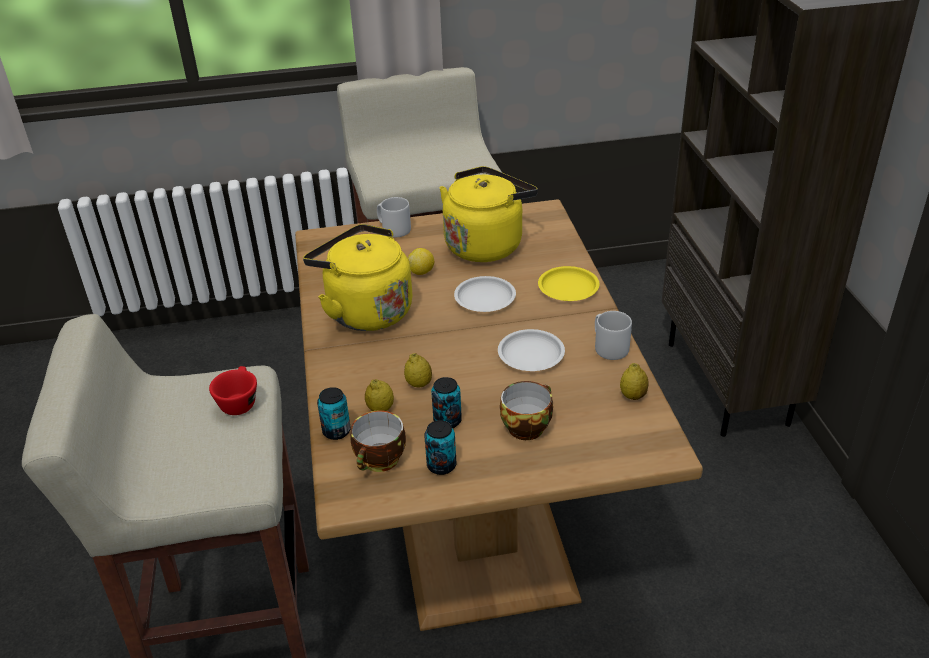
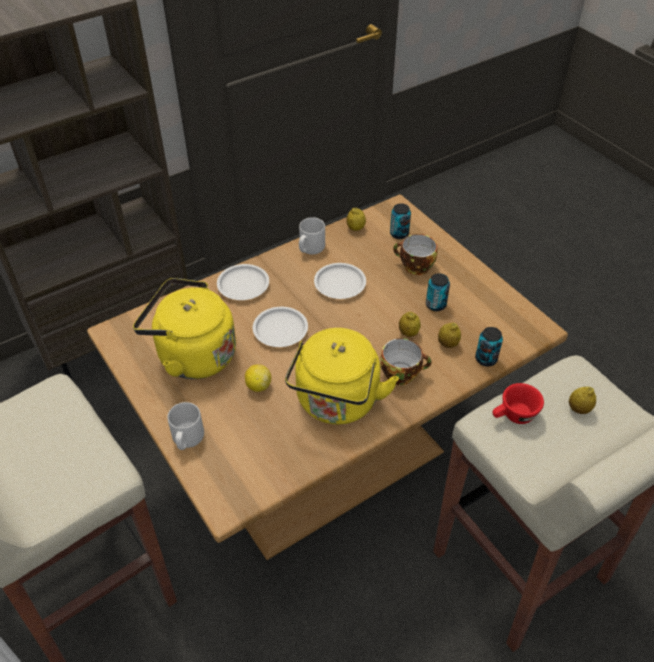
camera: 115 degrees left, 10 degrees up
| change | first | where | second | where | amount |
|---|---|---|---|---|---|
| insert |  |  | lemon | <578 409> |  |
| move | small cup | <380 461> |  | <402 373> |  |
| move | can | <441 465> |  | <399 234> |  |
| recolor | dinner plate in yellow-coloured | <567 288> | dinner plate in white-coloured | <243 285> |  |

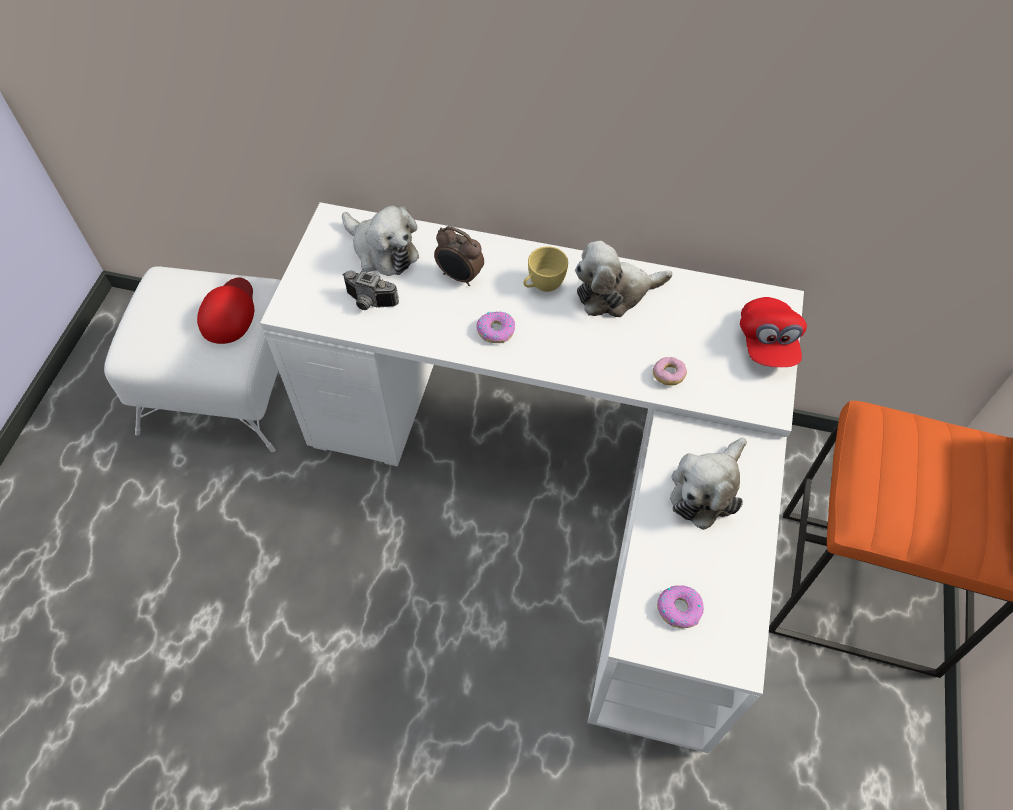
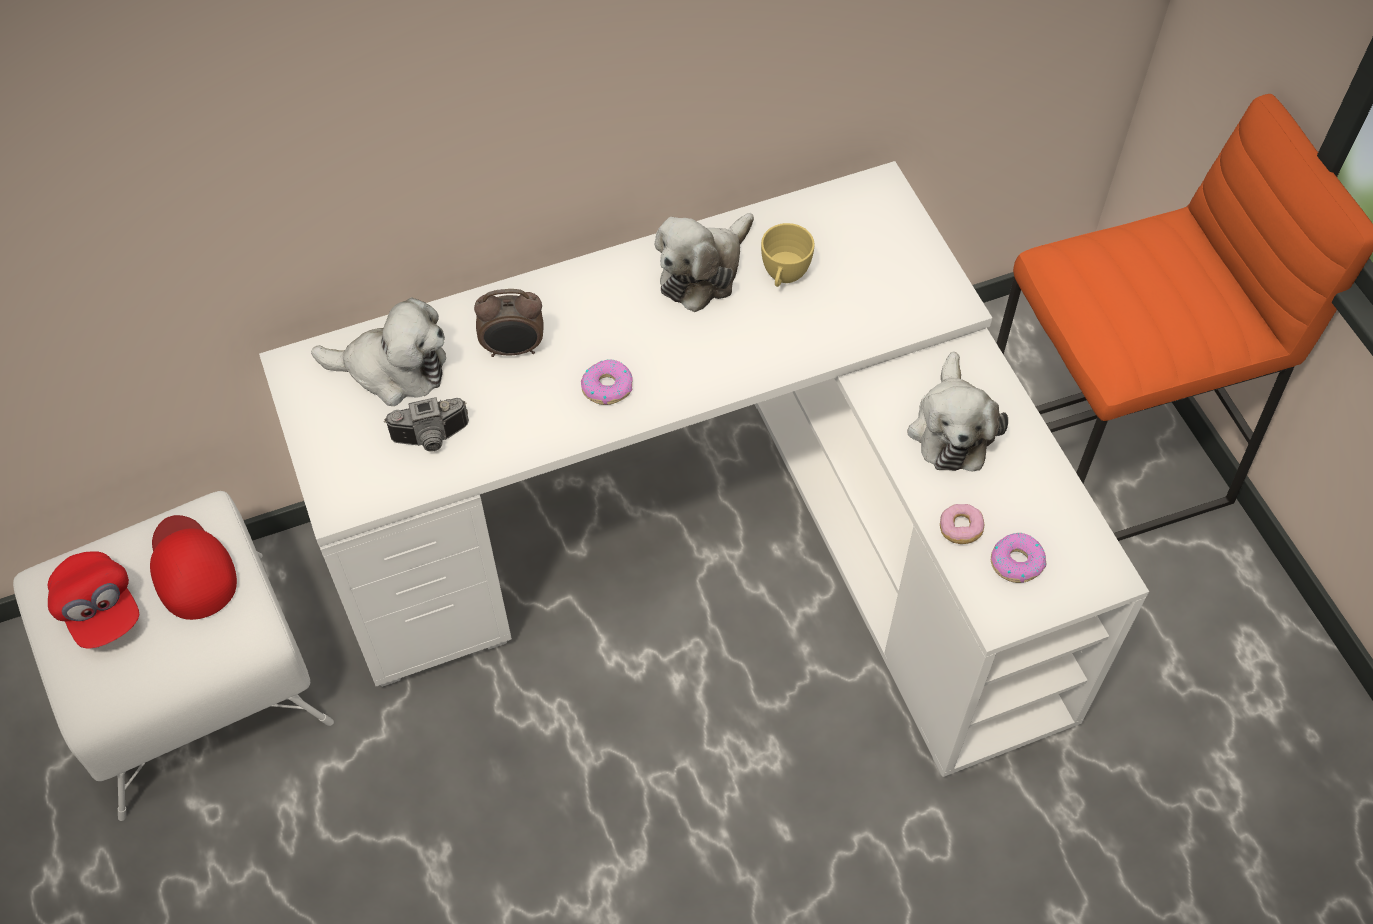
camera: 35 degrees left, 0 degrees up
| change | first | where | second | where | amount |
|---|---|---|---|---|---|
| move | small cup in yellow-coloured | <542 285> |  | <783 277> |  |
| move | ring doughnut | <668 375> |  | <960 529> |  |
| move | cap in red | <767 343> |  | <100 609> |  |

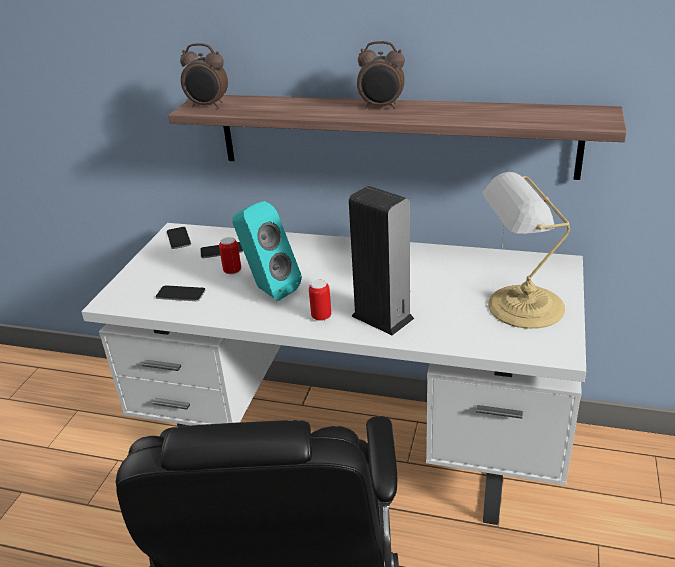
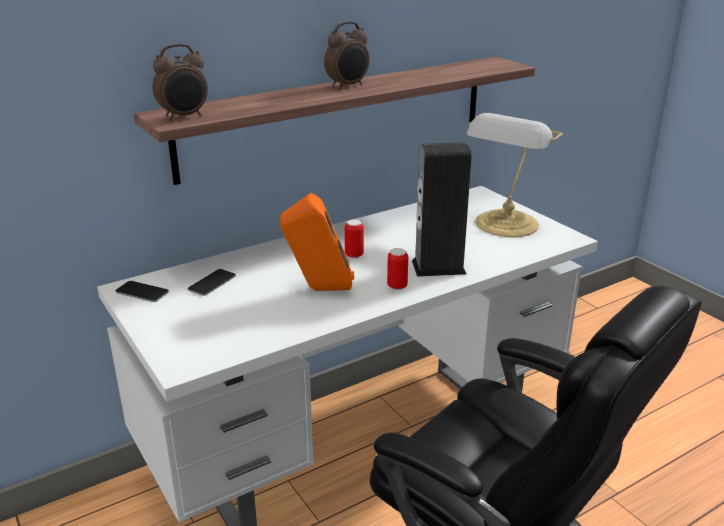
camera: 50 degrees left, 5 degrees down
| change | first | where | second | where | amount |
|---|---|---|---|---|---|
| delete | telephone | <180 294> |  |  |  |
| move | can | <232 271> |  | <354 255> |  |
| recolor | audio speaker in blue-green | <268 290> | audio speaker in orange-coloured | <318 290> |  |

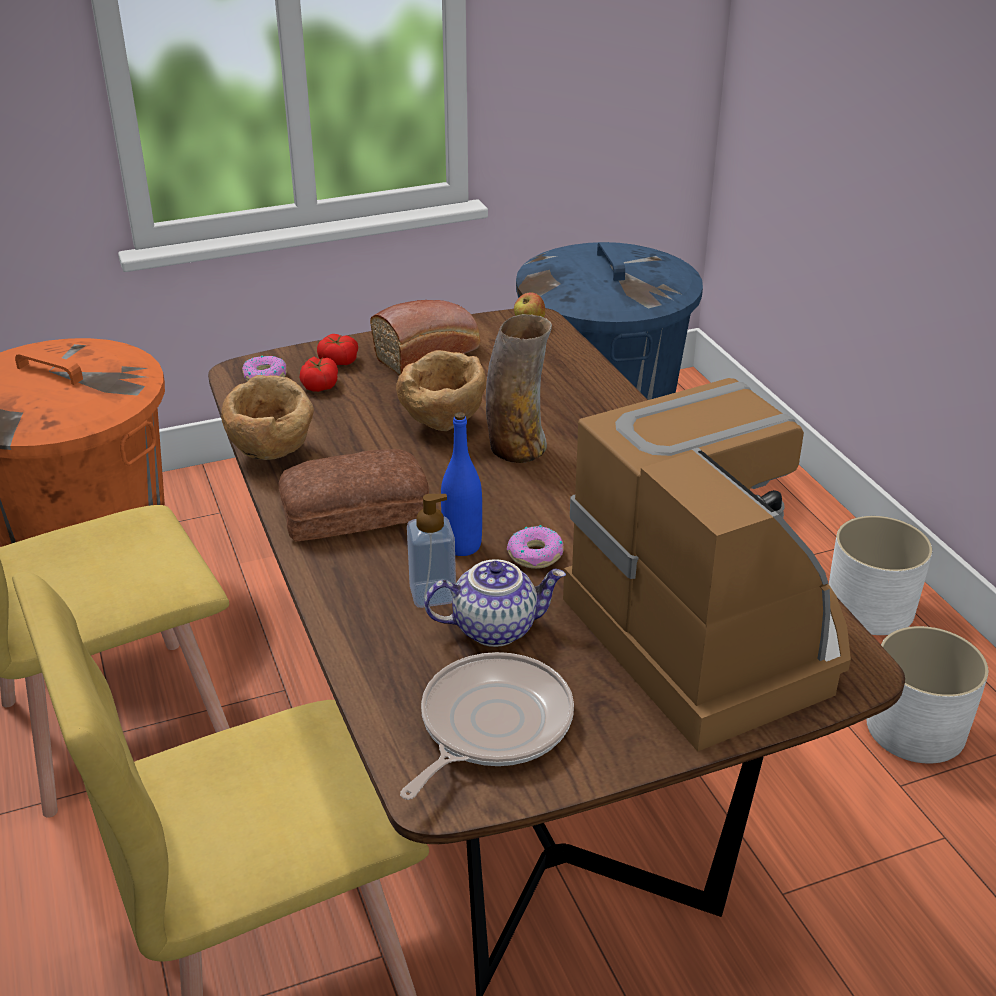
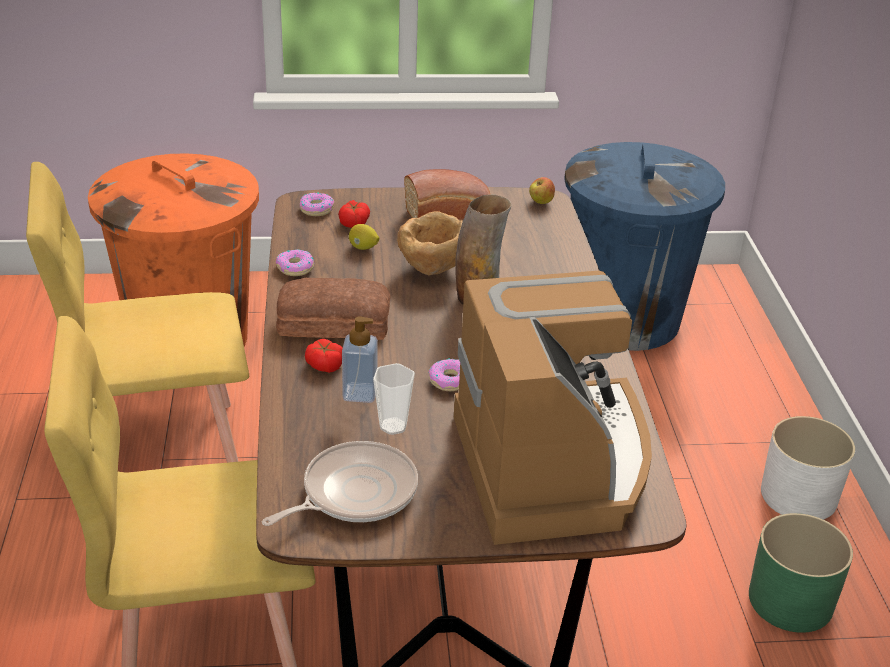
camera: 15 degrees right, 0 degrees up
| change | first | where | second | where | amount |
|---|---|---|---|---|---|
| delete | drink bottle in blue | <462 546> |  |  |  |
| insert |  |  | lemon | <363 248> |  |
| move | tomato | <338 360> |  | <325 365> |  |
| replace | bowl in brownish | <273 453> | ring doughnut | <295 268> |  |
| replace | tea pot | <495 627> | small cup | <393 426> |  |
| recolor | planter in white-coloured | <916 729> | planter in greenish | <791 601> |  |

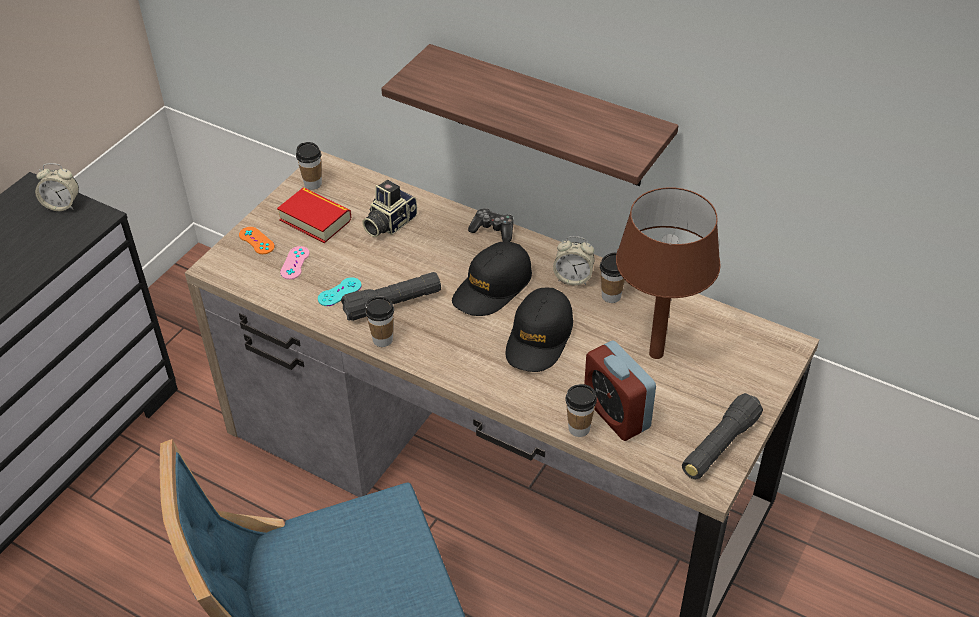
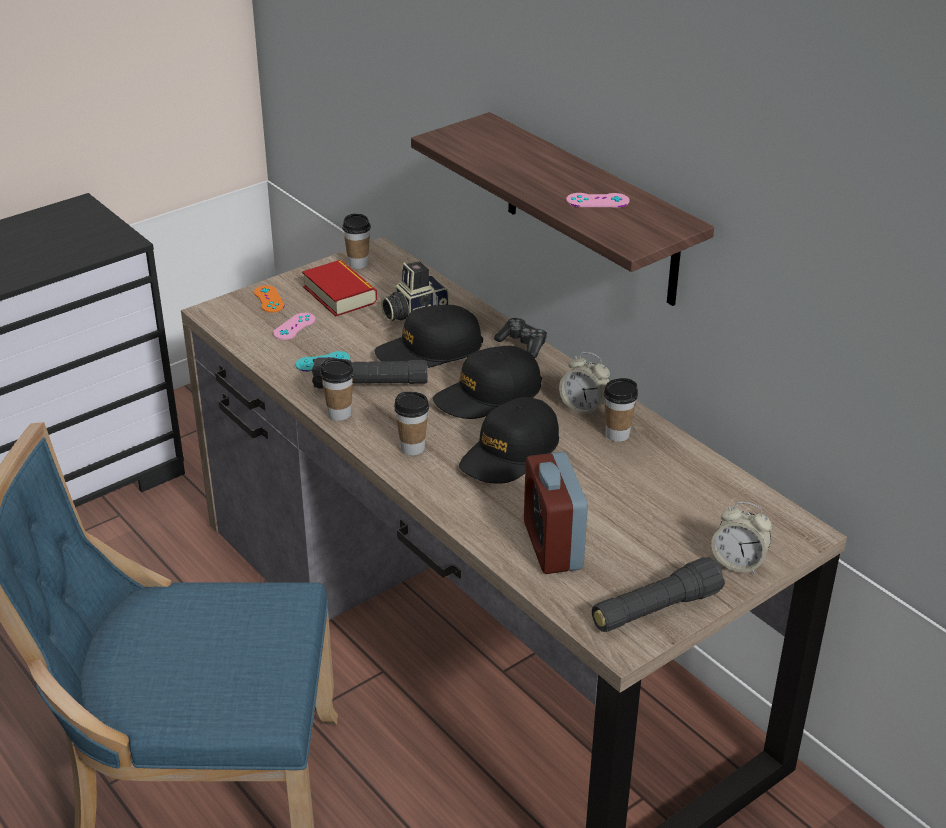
camera: 20 degrees right, 10 degrees down
| change | first | where | second | where | amount |
|---|---|---|---|---|---|
| delete | tabletop lamp in brownish | <656 353> |  |  |  |
| insert |  |  | cap in black-coloured | <429 351> |  |
| insert |  |  | game controller in pink | <597 201> |  |
| move | bedside clock | <62 205> |  | <738 563> |  |
| move | small cup | <579 428> |  | <412 448> |  |

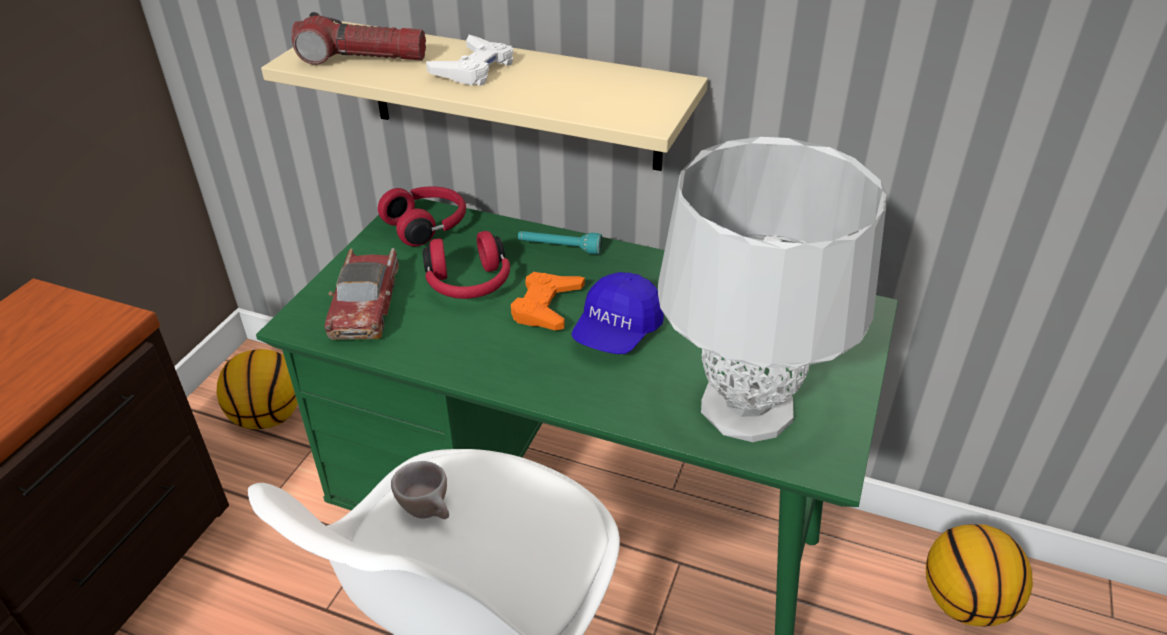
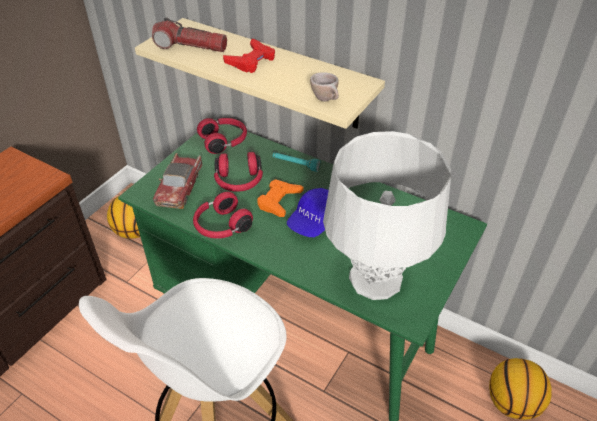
camera: 10 degrees right, 5 degrees up
| change | first | where | second | where | amount |
|---|---|---|---|---|---|
| insert |  |  | pair of headphones in red | <221 226> |  |
| move | small cup in beige | <429 512> |  | <326 100> |  |
| recolor | game controller in white-coloured | <474 69> | game controller in red | <251 61> |  |

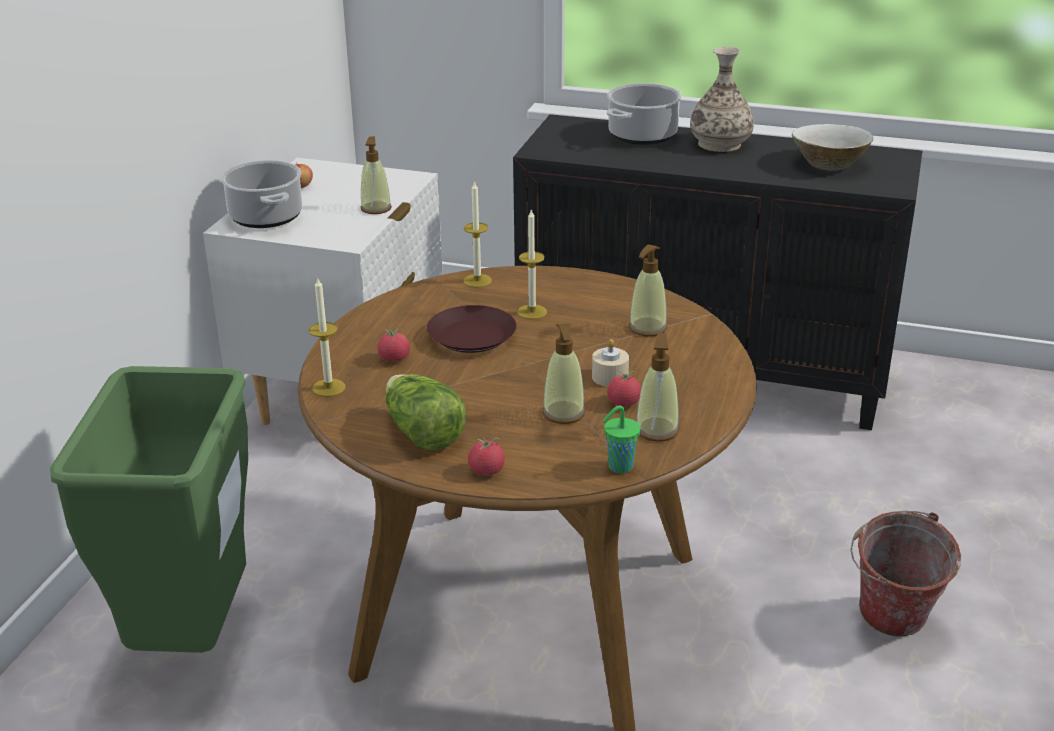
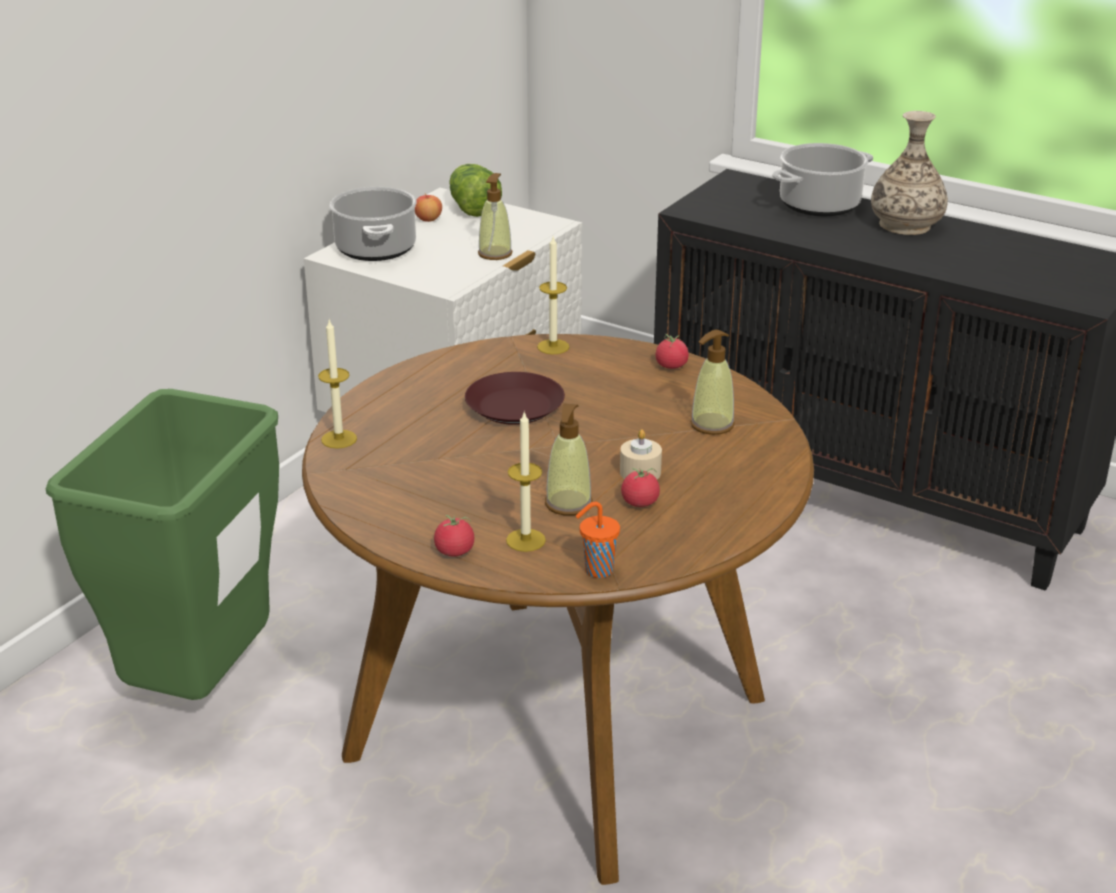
camera: 15 degrees right, 0 degrees up
| change | first | where | second | where | amount |
|---|---|---|---|---|---|
| delete | liquid soap bottle | <657 430> |  |  |  |
| delete | bowl in beige | <829 164> |  |  |  |
| delete | pail | <891 626> |  |  |  |
| move | tomato | <394 359> |  | <671 366> |  |
| move | lettuce head | <422 433> |  | <472 207> |  |
| move | wax candle | <532 312> |  | <525 540> |  |
| recolor | small cup in greenish | <619 467> | small cup in orange-coloured | <597 570> |  |

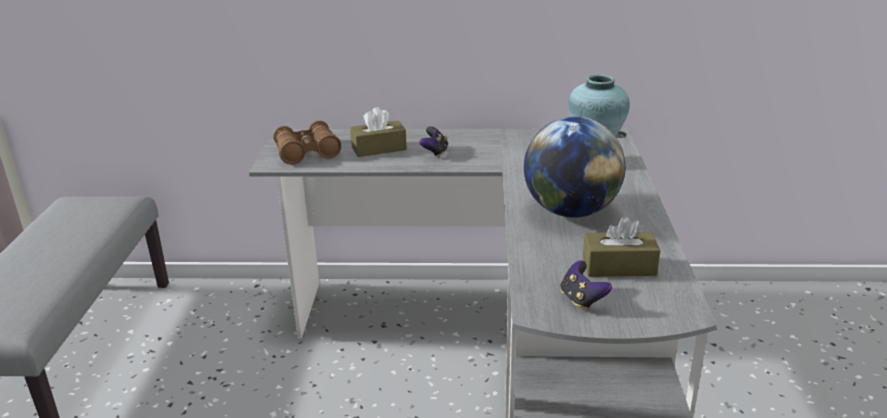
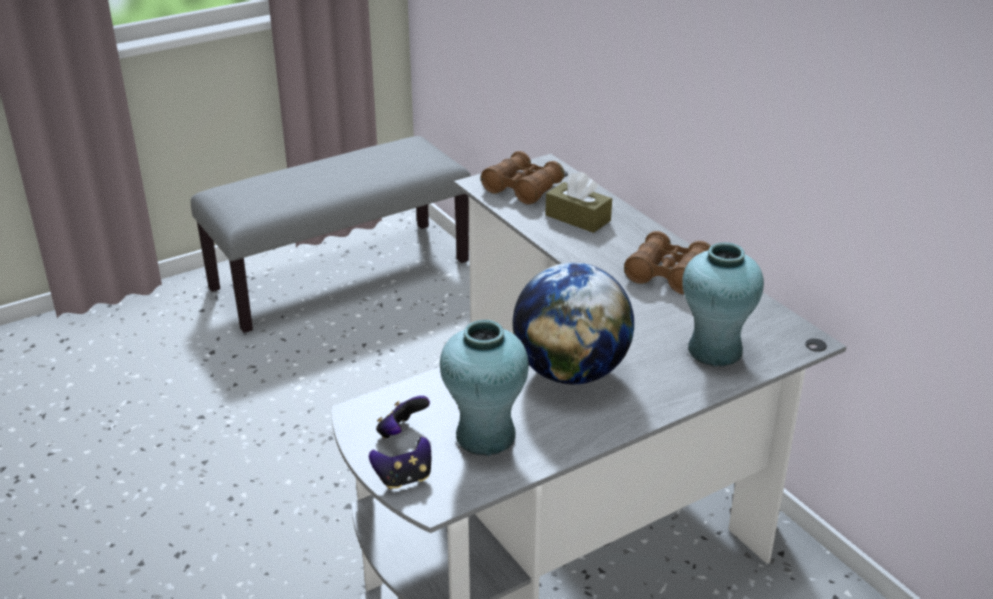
camera: 55 degrees right, 5 degrees up
| change | first | where | second | where | amount |
|---|---|---|---|---|---|
| insert |  |  | binoculars in brownish | <668 275> |  |
| move | game controller | <435 153> |  | <404 478> |  |
| replace | box of tissues in brownish | <619 266> | flower vase in blue-green | <485 436> |  |

